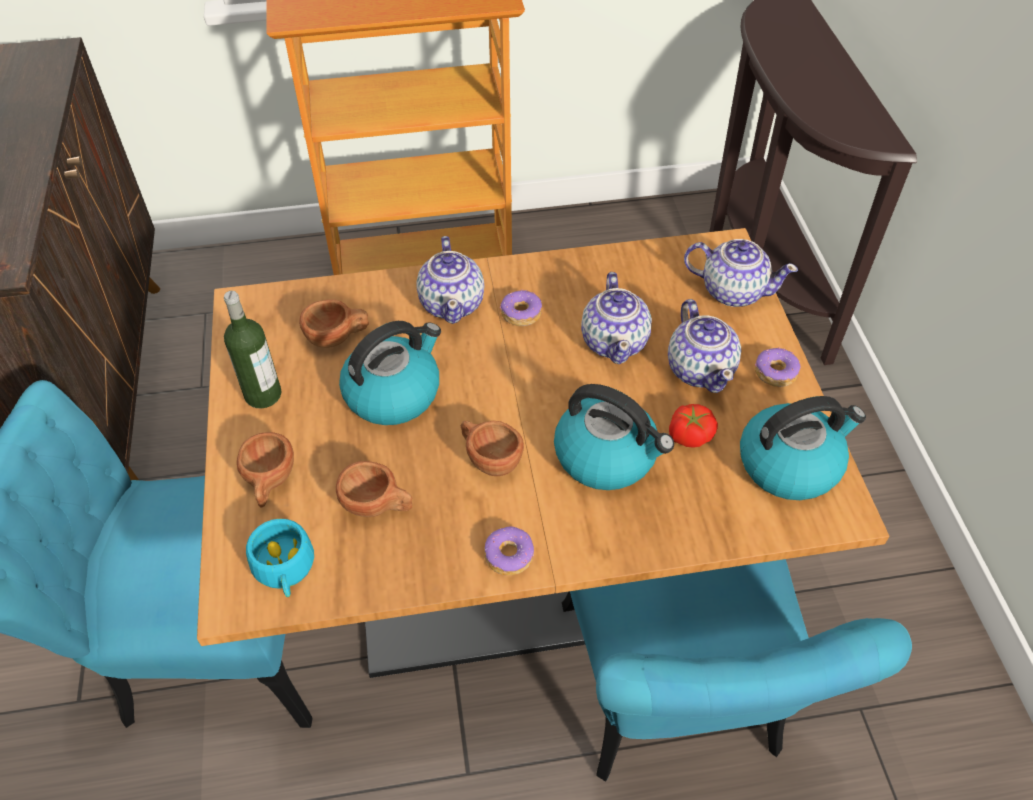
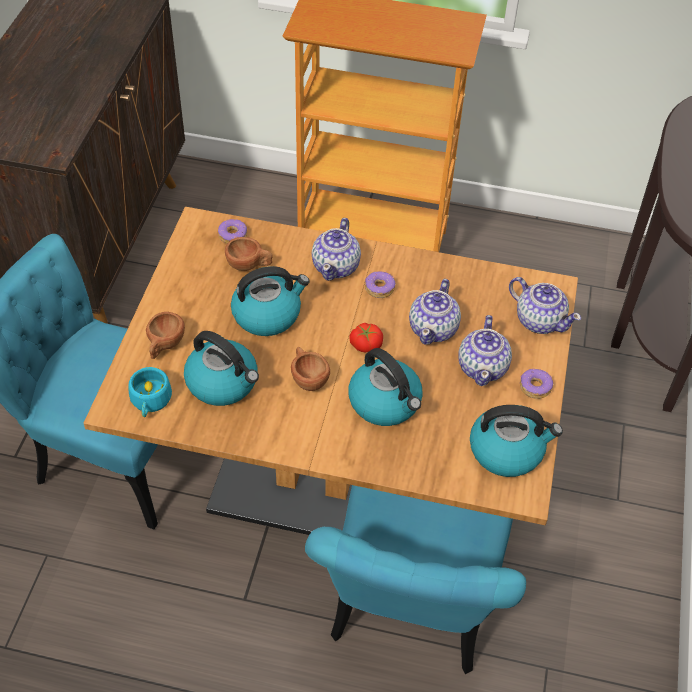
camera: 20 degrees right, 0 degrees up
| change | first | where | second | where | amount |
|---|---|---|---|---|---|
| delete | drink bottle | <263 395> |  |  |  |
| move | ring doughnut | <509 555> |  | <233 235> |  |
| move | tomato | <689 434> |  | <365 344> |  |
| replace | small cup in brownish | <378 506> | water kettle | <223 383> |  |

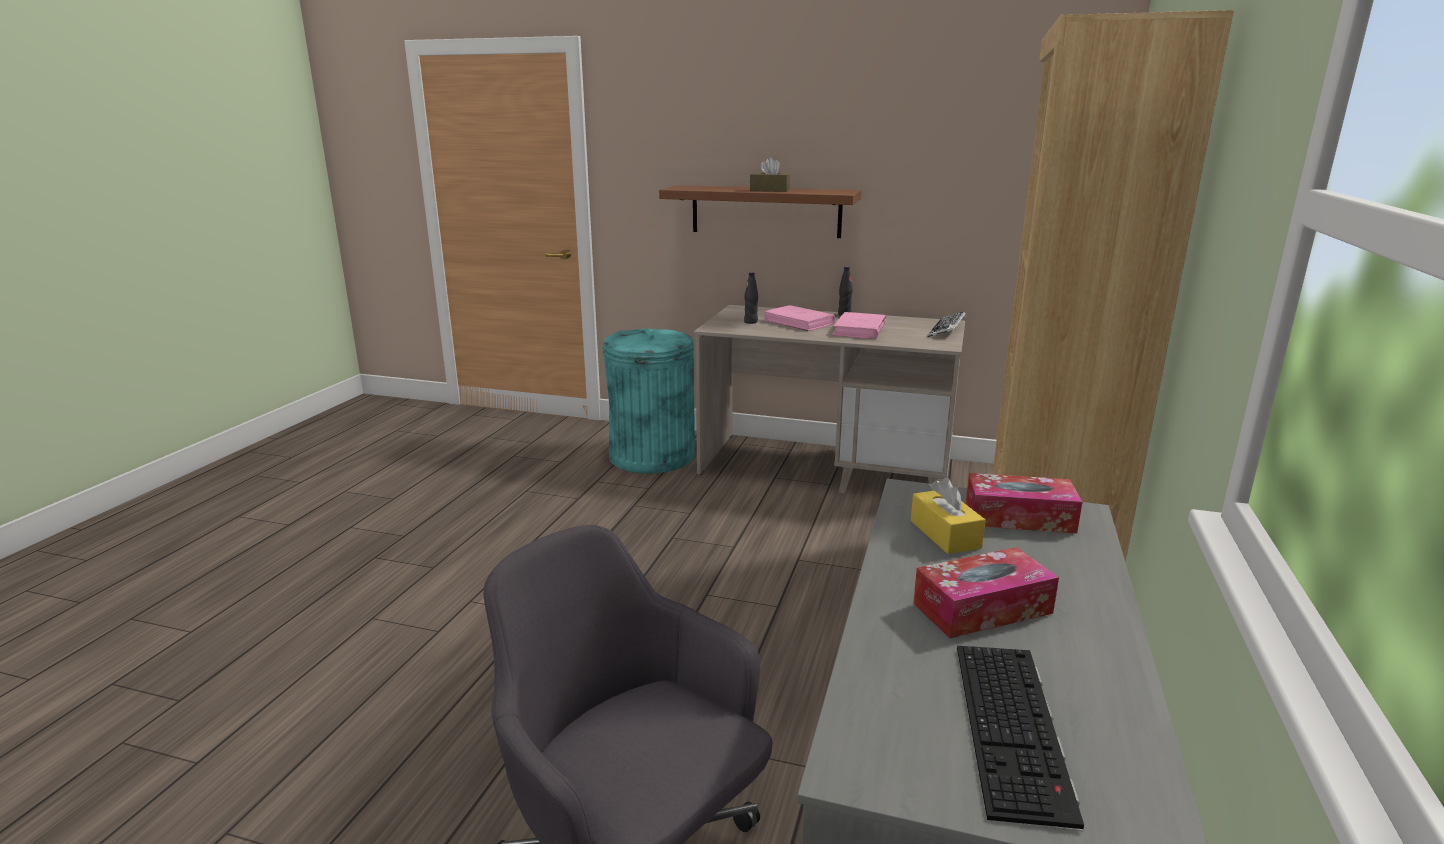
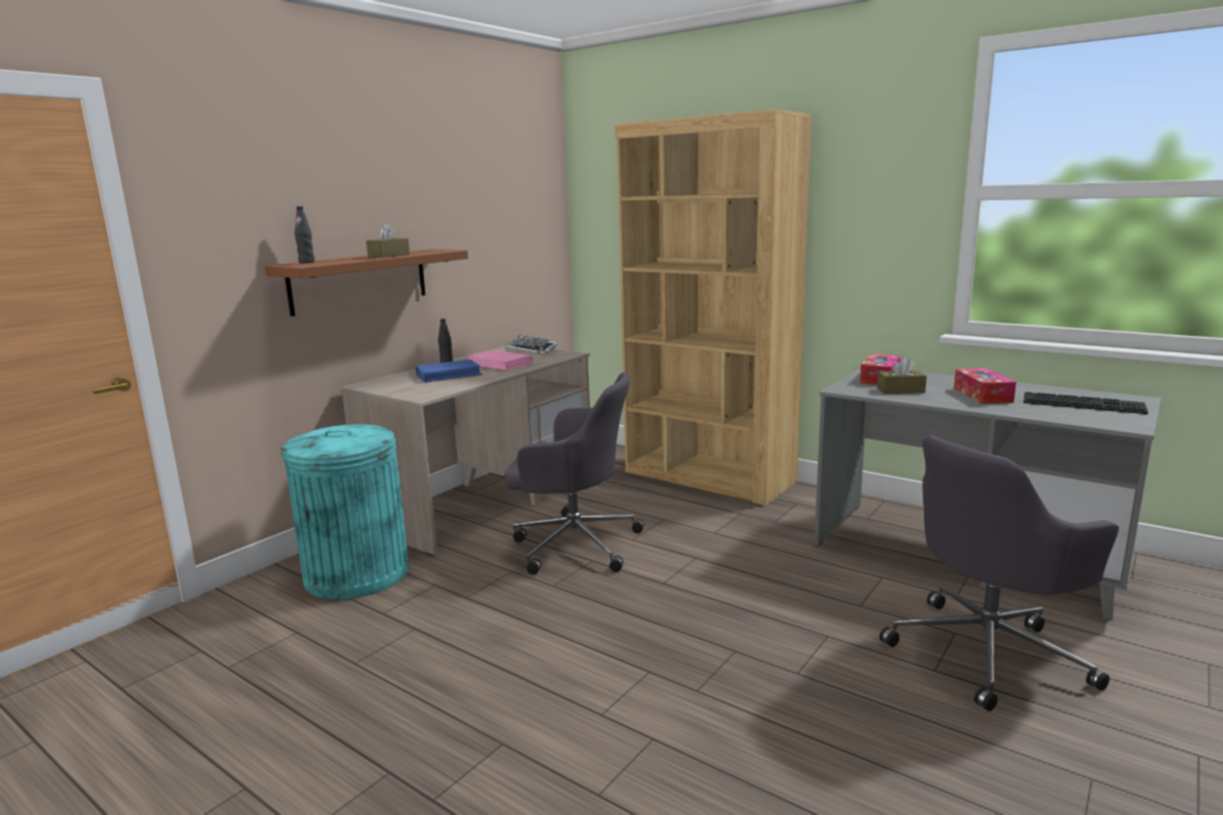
camera: 70 degrees left, 5 degrees down
| change | first | where | second | where | amount |
|---|---|---|---|---|---|
| insert |  |  | desk chair in greyish | <573 543> |  |
| move | drink bottle in black-coloured | <751 322> |  | <307 262> |  |
| recolor | volume in pink | <799 322> | volume in blue | <449 375> |  |
| recolor | box of tissues in yellow-coloured | <945 534> | box of tissues in brownish | <900 390> |  |

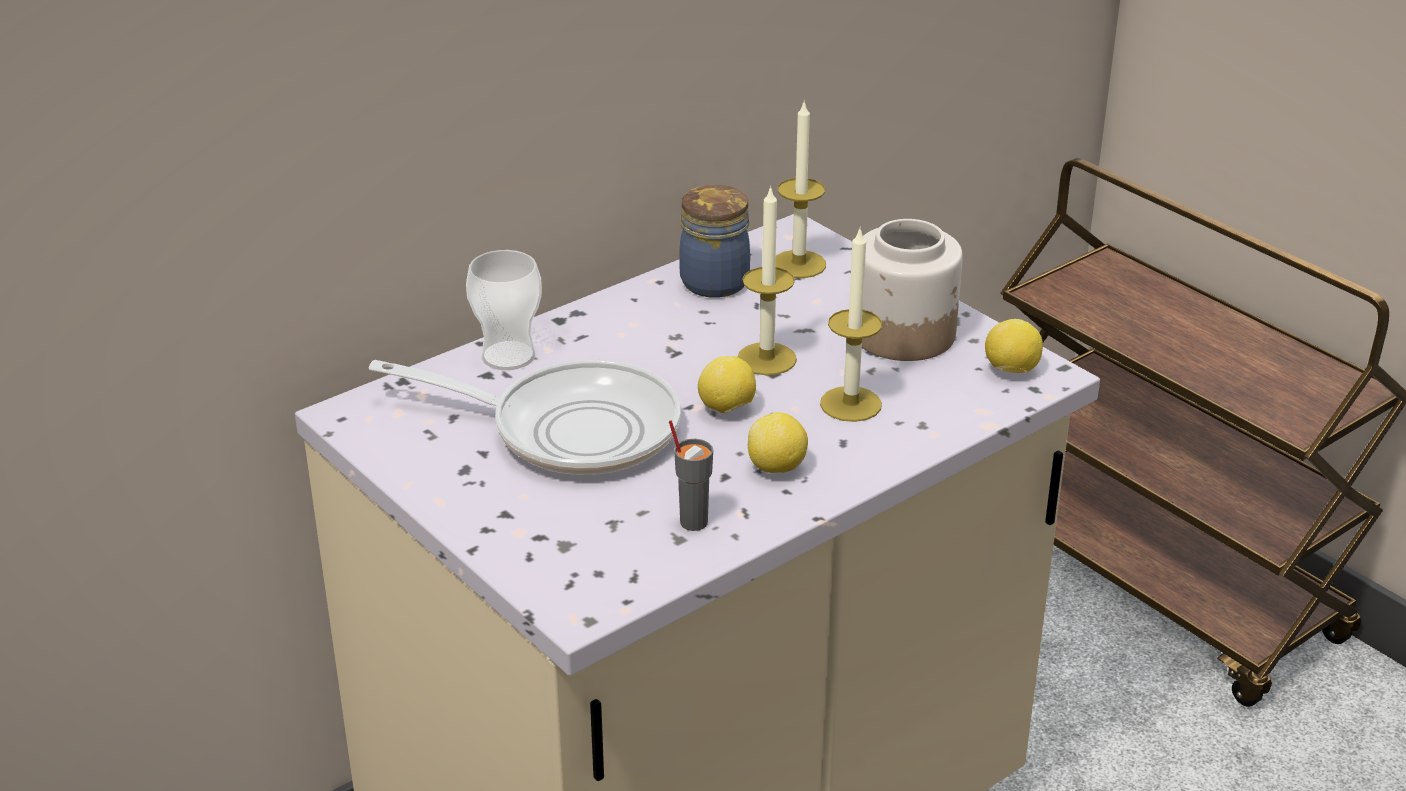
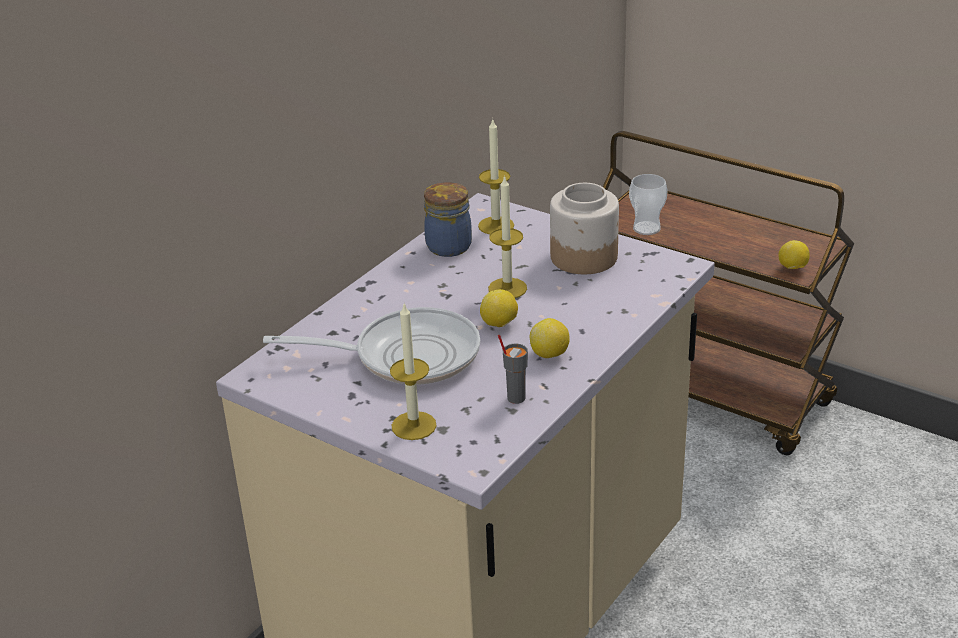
camera: 15 degrees left, 0 degrees up
| change | first | where | second | where | amount |
|---|---|---|---|---|---|
| move | small cup | <508 356> |  | <646 228> |  |
| move | wax candle | <850 404> |  | <414 426> |  |
| move | lemon | <1011 370> |  | <792 268> |  |

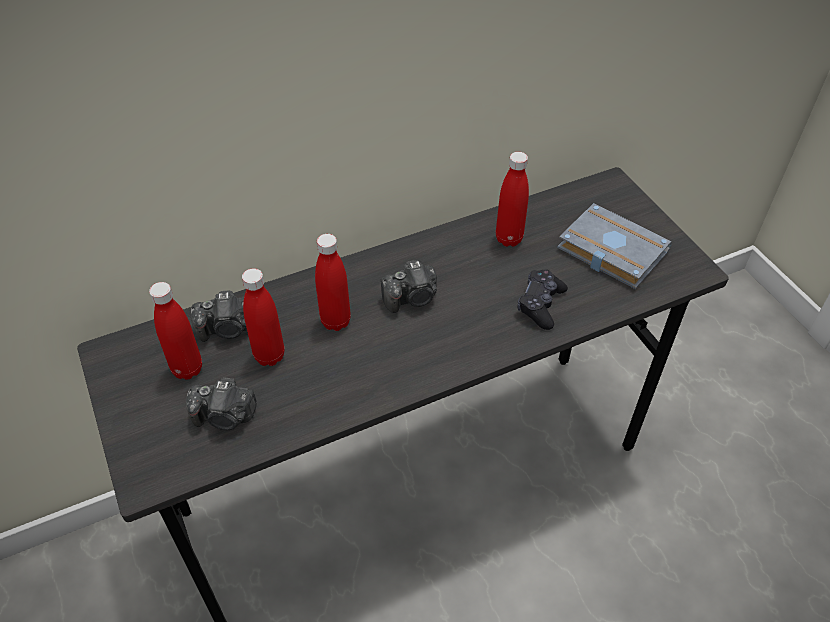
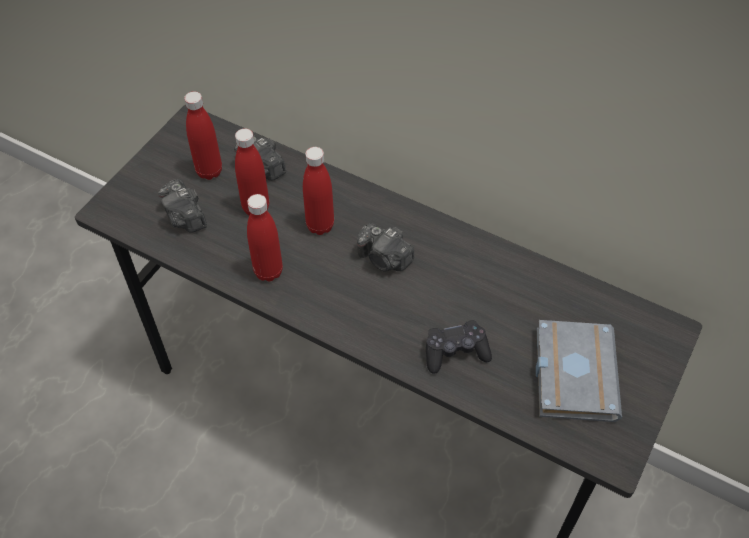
camera: 55 degrees right, 5 degrees up
| change | first | where | second | where | amount |
|---|---|---|---|---|---|
| move | drink bottle in red | <509 239> |  | <268 271> |  |

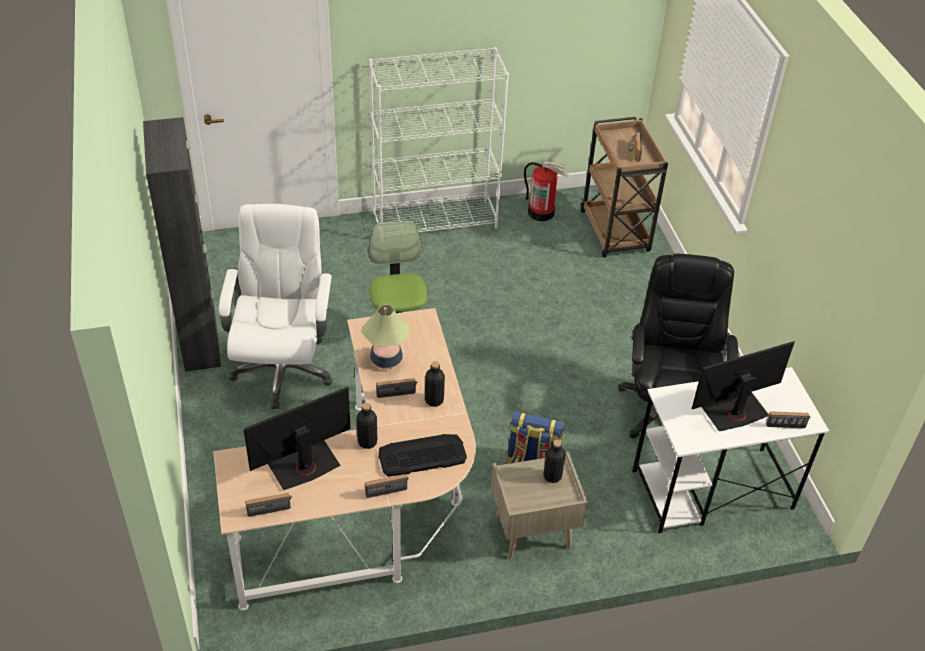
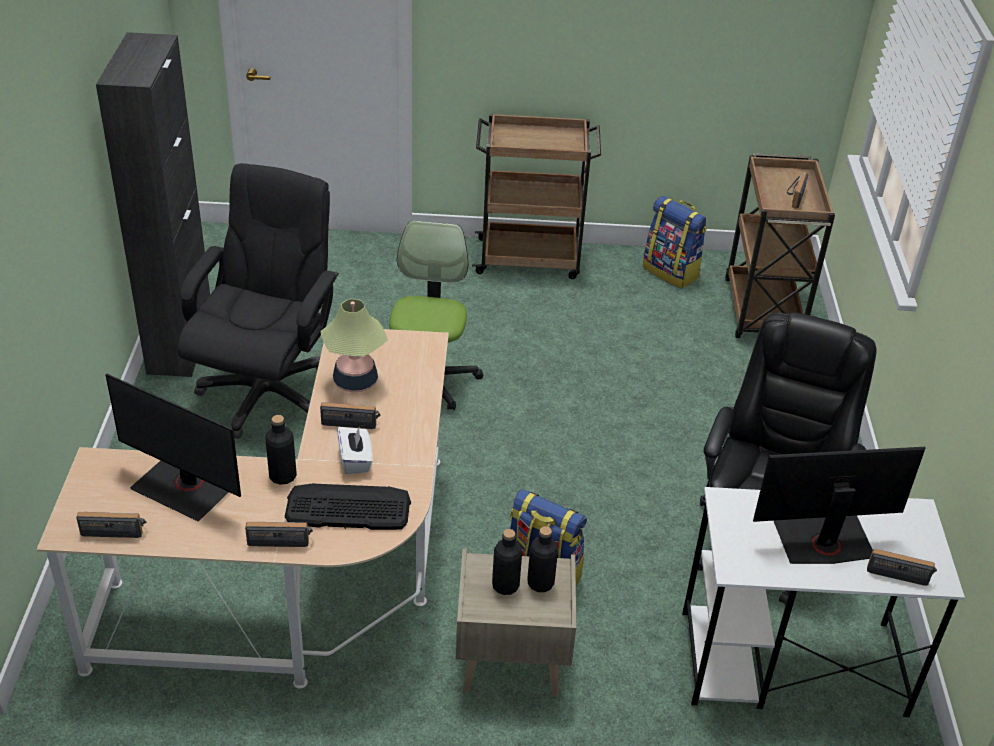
camera: 15 degrees right, 5 degrees down
| change | first | where | second | where | amount |
|---|---|---|---|---|---|
| insert |  |  | box of tissues in white-coloured | <355 460> |  |
| move | drink bottle in black-coloured | <434 400> |  | <505 586> |  |
| replace | bookcase in white-coloured | <435 220> | trolley in brownish | <530 258> |  |
| replace | fire-fighting cylinder | <541 212> | backpack | <671 272> |  |
| recolor | desk chair in white-coloured | <283 368> | desk chair in black-coloured | <266 393> |  |
| rotate | computer screen | <303 465> |  | <185 487> | 135 degrees counterclockwise |

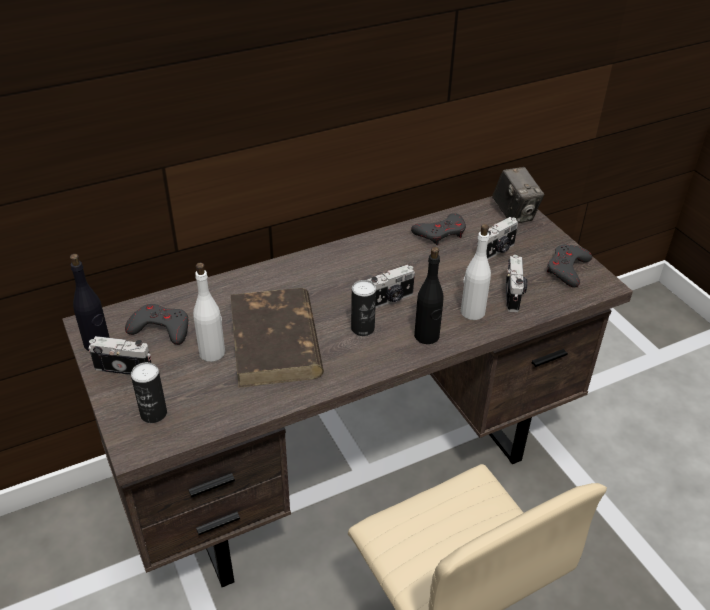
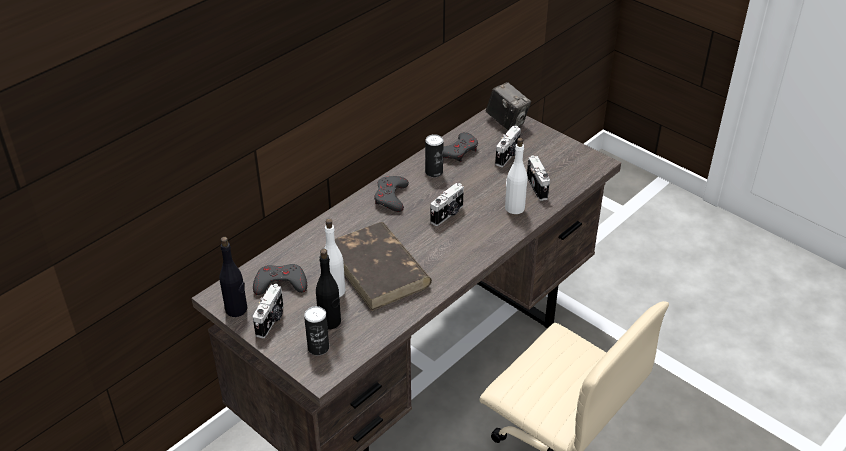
camera: 20 degrees left, 0 degrees up
| change | first | where | second | where | amount |
|---|---|---|---|---|---|
| move | can | <362 328> |  | <434 172> |  |
| move | drink bottle in black-coloured | <427 336> |  | <330 322> |  |
| move | game controller in greyish | <567 269> |  | <391 197> |  |
| rotate | still camera | <124 367> |  | <271 321> | 120 degrees clockwise |

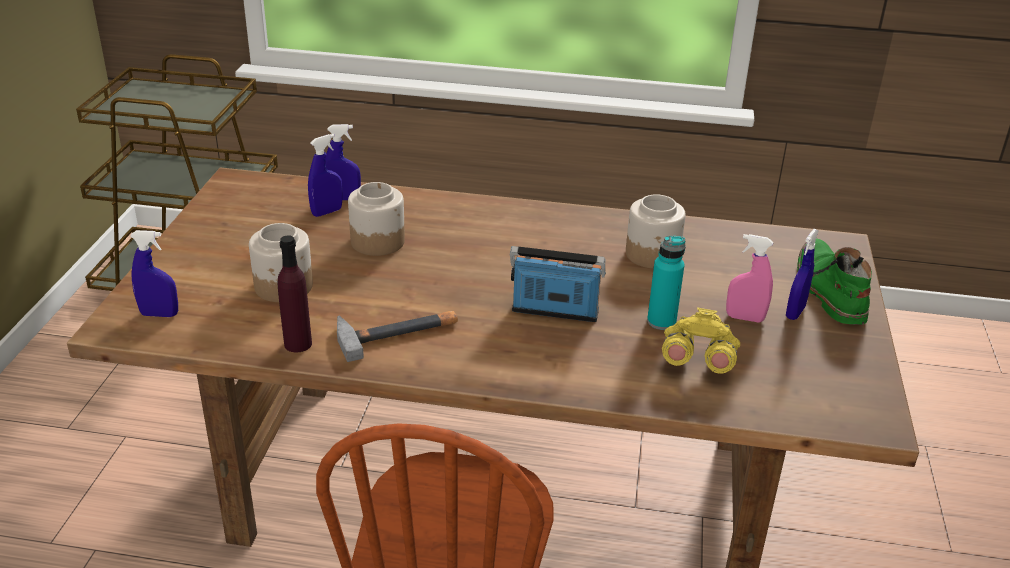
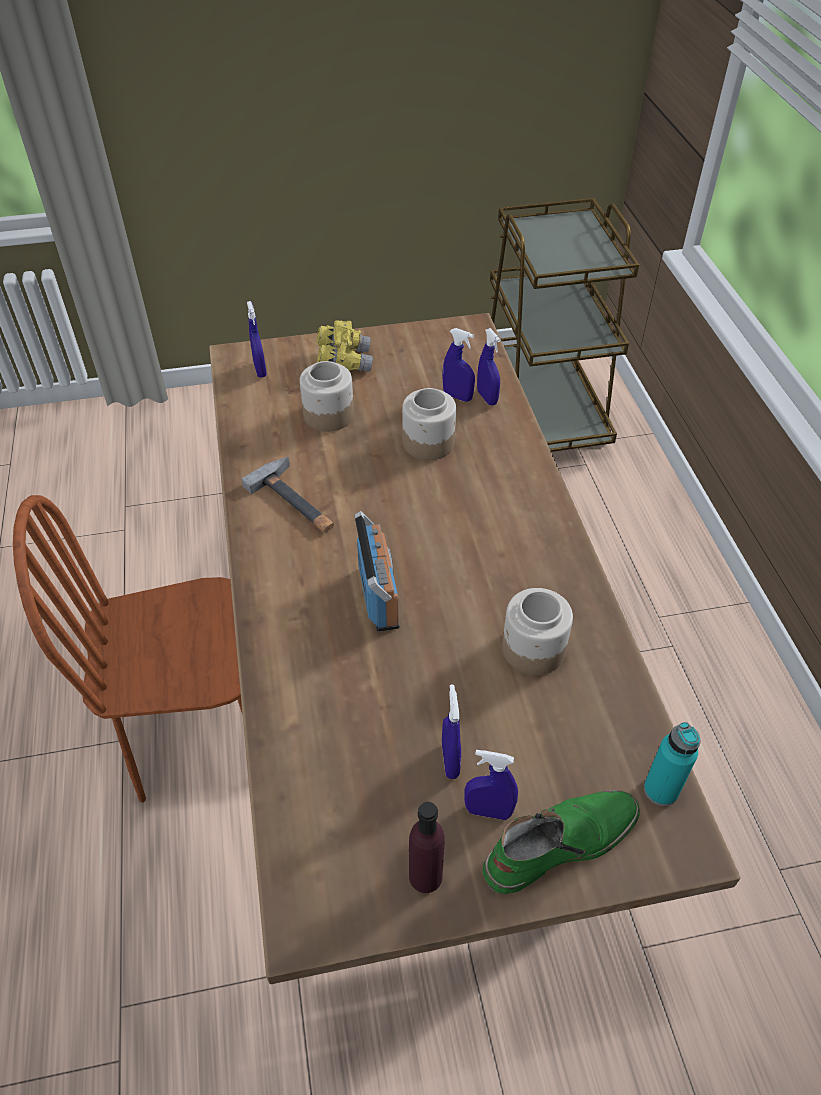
camera: 70 degrees right, 15 degrees up
| change | first | where | second | where | amount |
|---|---|---|---|---|---|
| move | drink bottle in purple-coloured | <298 344> |  | <425 876> |  |
| move | drink bottle in blue-green | <661 322> |  | <661 790> |  |
| move | binoculars in yellow-coloured | <697 362> |  | <344 361> |  |
| recolor | hand sprayer in pink | <744 318> | hand sprayer in blue | <450 761> |  |

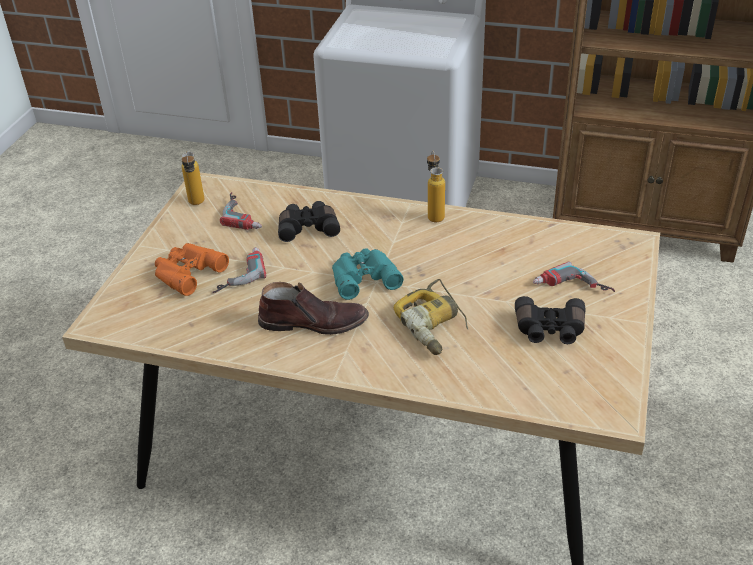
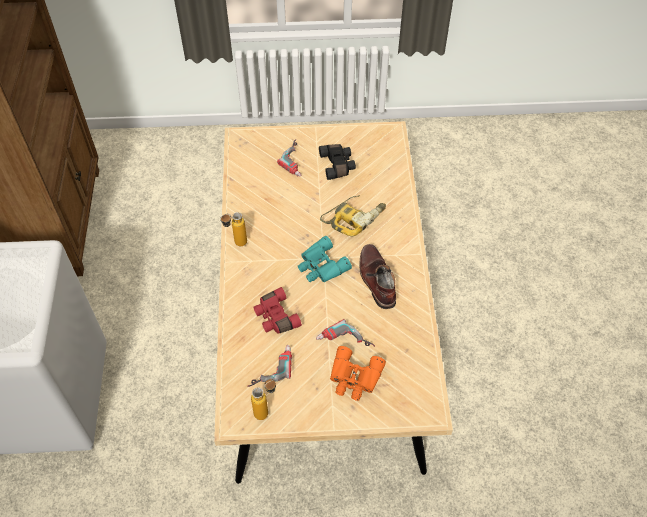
camera: 110 degrees left, 15 degrees up
| change | first | where | second | where | amount |
|---|---|---|---|---|---|
| recolor | binoculars in black-coloured | <308 228> | binoculars in red | <275 317> |  |

